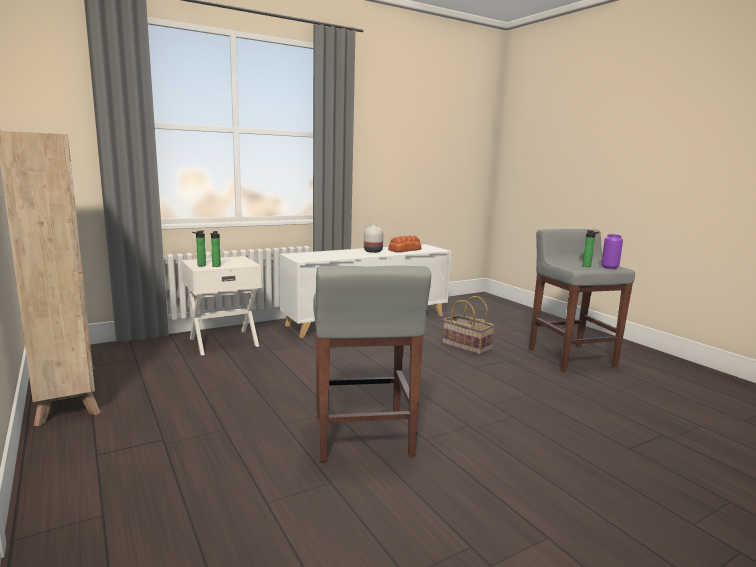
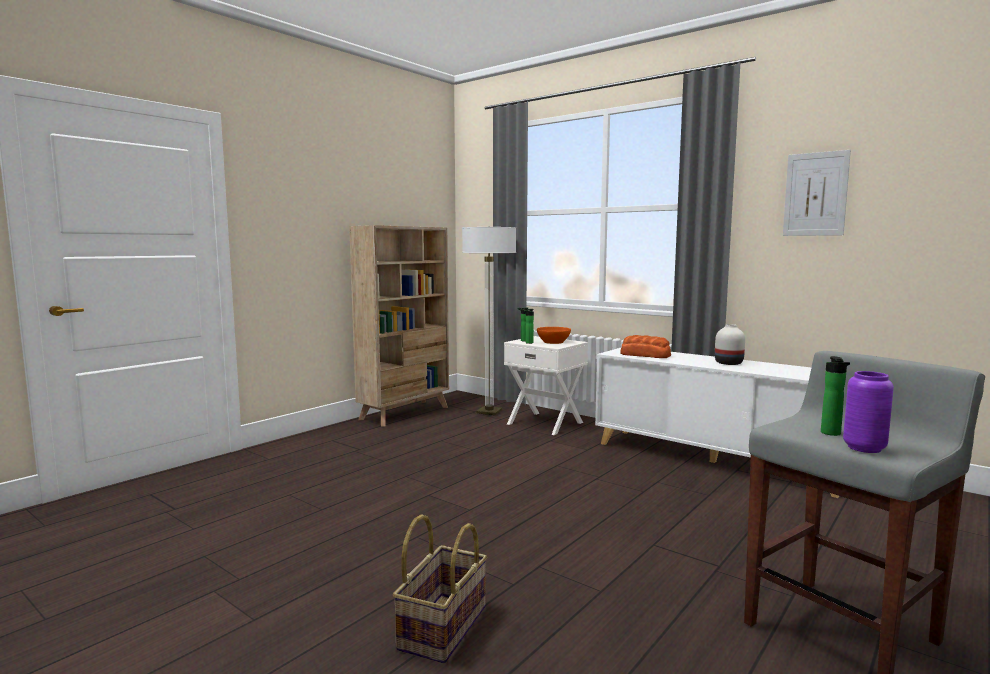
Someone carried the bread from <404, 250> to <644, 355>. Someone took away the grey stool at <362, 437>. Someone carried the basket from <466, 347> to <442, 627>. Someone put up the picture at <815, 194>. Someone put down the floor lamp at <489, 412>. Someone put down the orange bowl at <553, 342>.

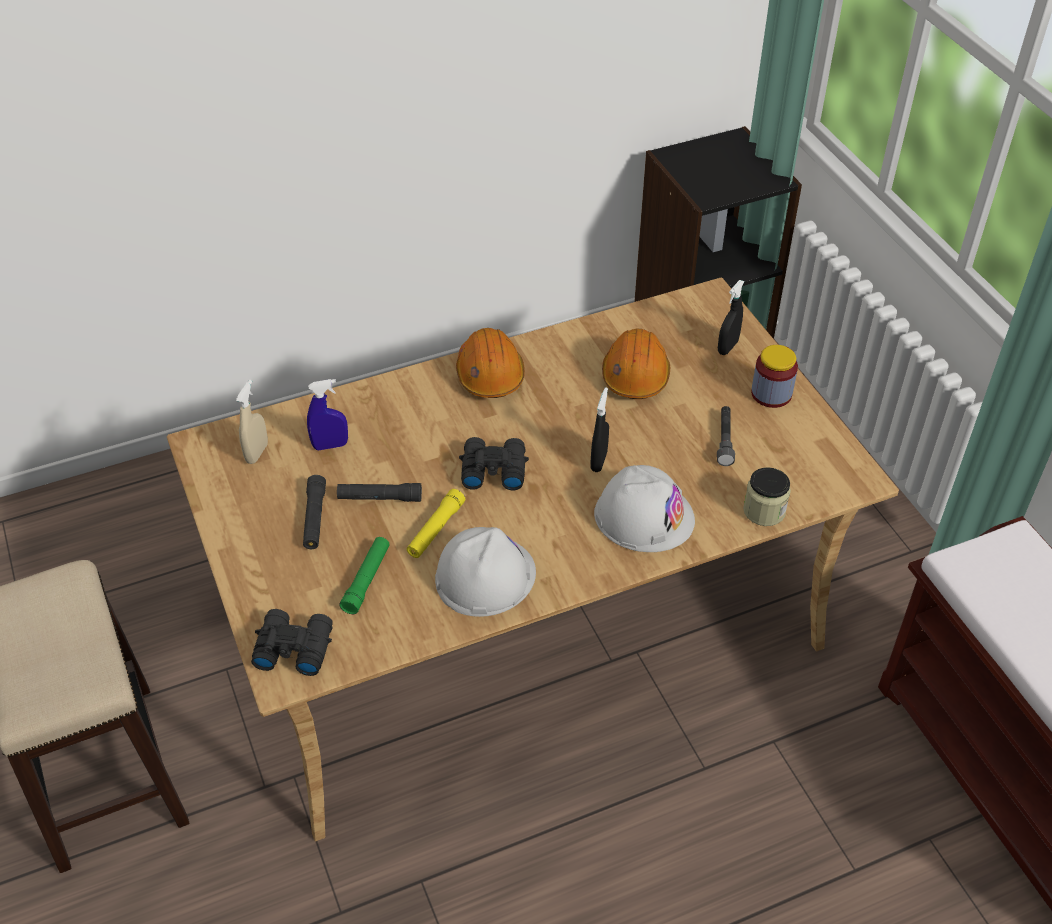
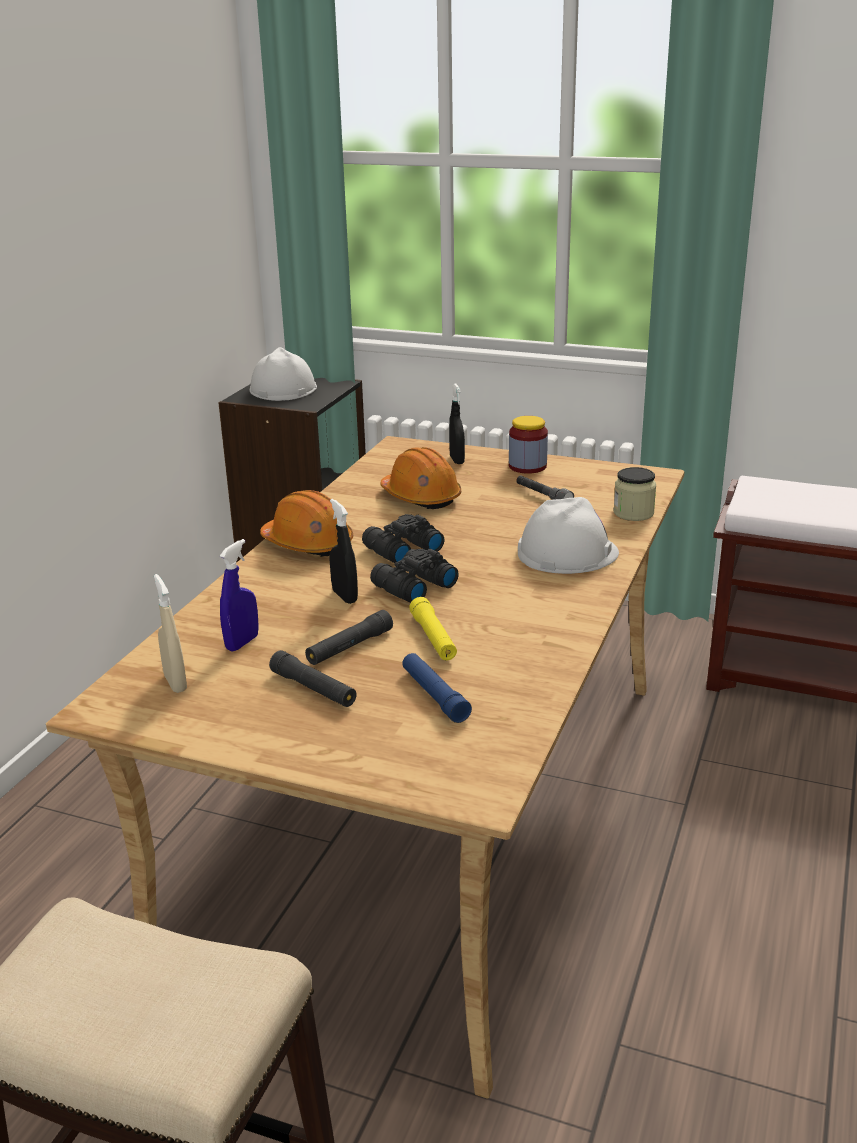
Someone carried the black spray bottle from <598, 461> to <344, 596>. Someone carried the white hard hat from <485, 576> to <283, 389>. Someone repainted the green flashlight at <366, 580>, which became the blue flashlight at <434, 695>. Someone carried the black binoculars from <293, 647> to <401, 549>.

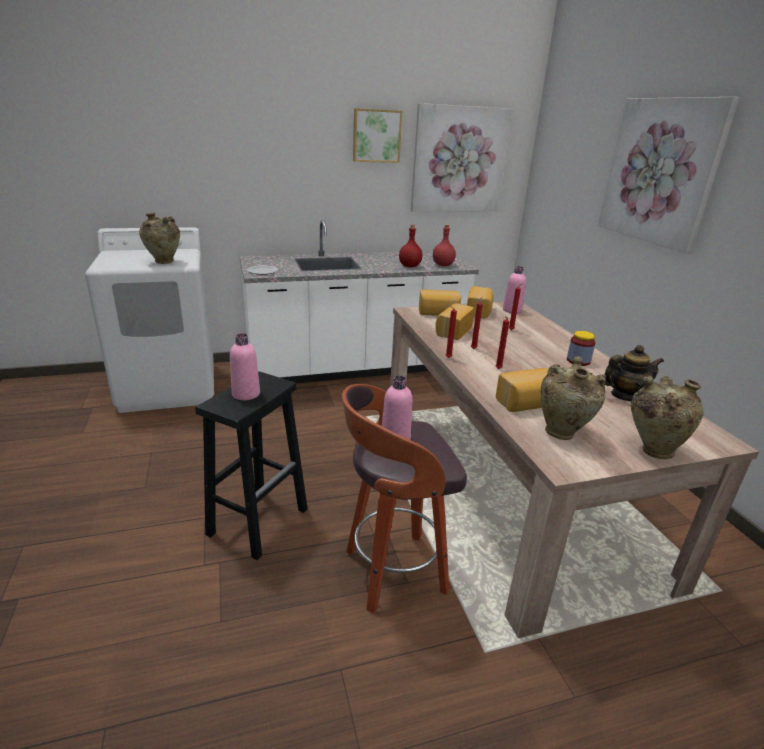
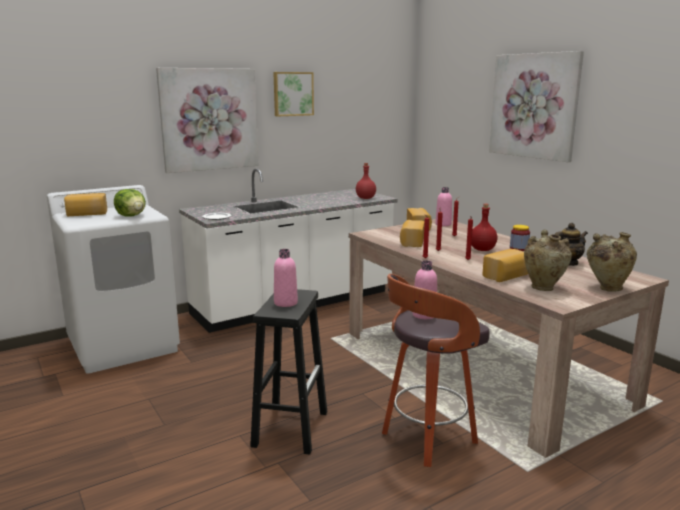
Someone carried the picture from <459, 160> to <209, 119>. Someone swapped the beige vase at <164, 262> for the lettuce at <132, 216>. Someone carried the red bottle from <410, 266> to <482, 249>. Someone carried the bread from <438, 313> to <87, 214>.

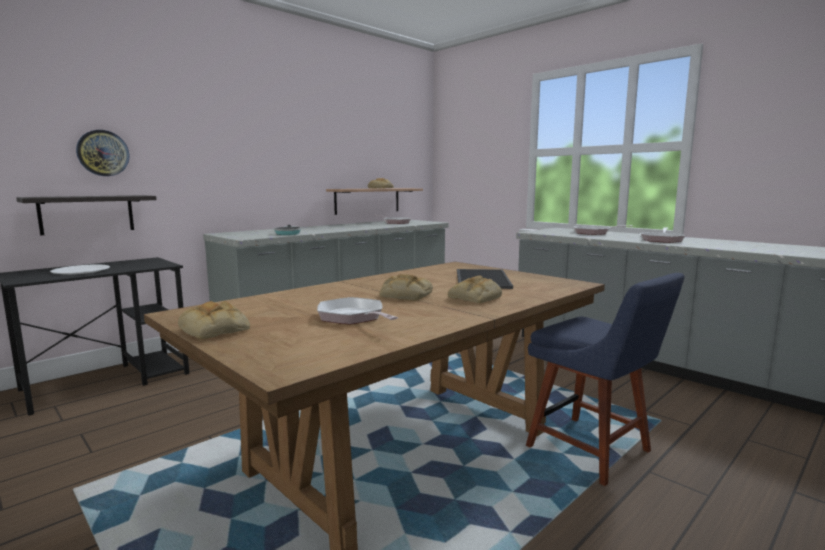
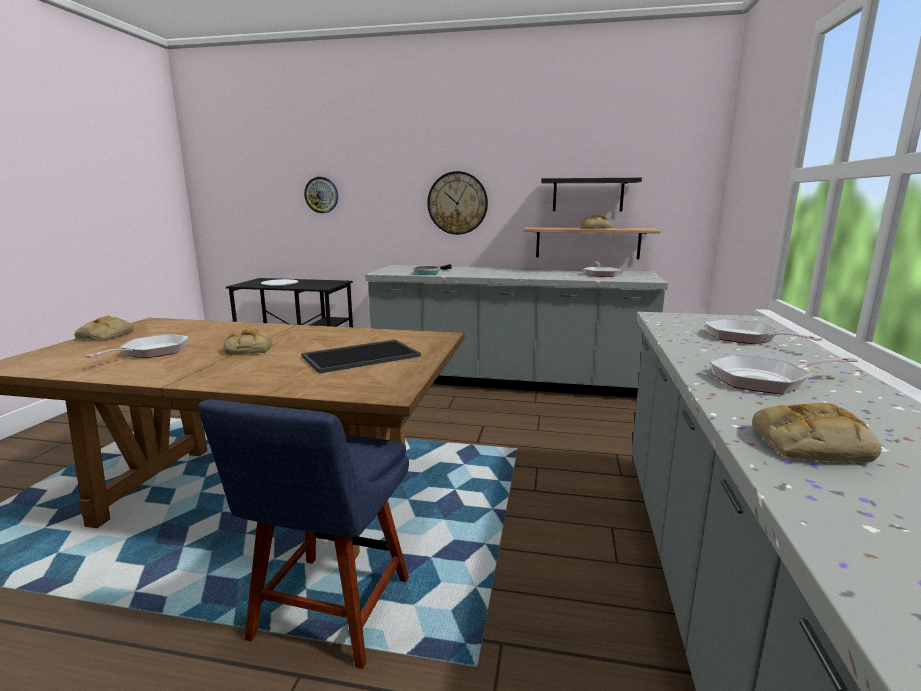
Someone carried the shelf from <87, 214> to <588, 195>. Someone carried the bread from <475, 298> to <809, 444>. Someone put up the wall clock at <457, 203>.

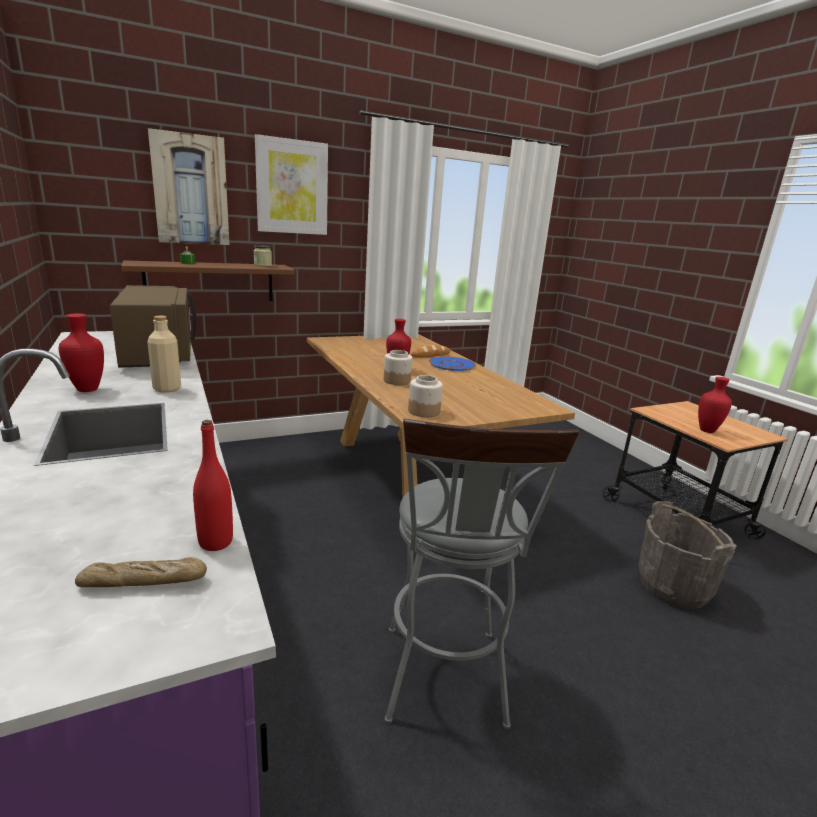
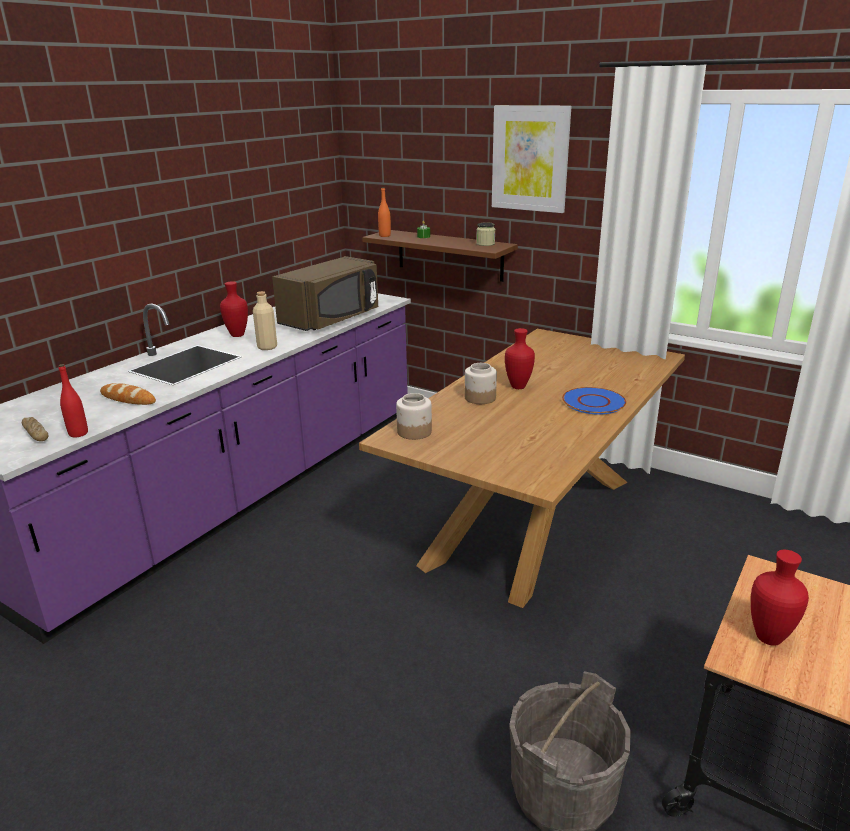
Someone took away the picture at <190, 190>. Someone carried the bread from <431, 355> to <128, 398>. Someone took away the grey stool at <445, 685>. Someone put down the orange bottle at <384, 236>.

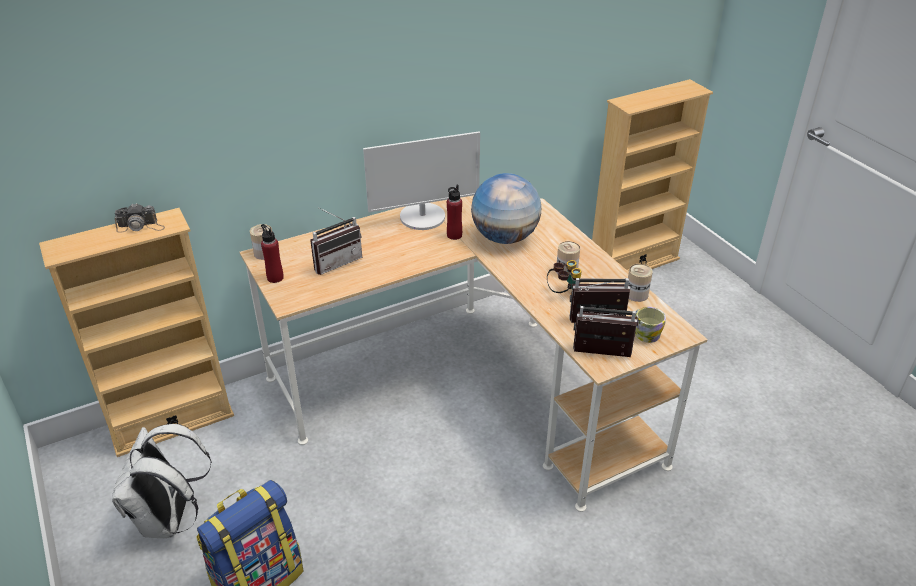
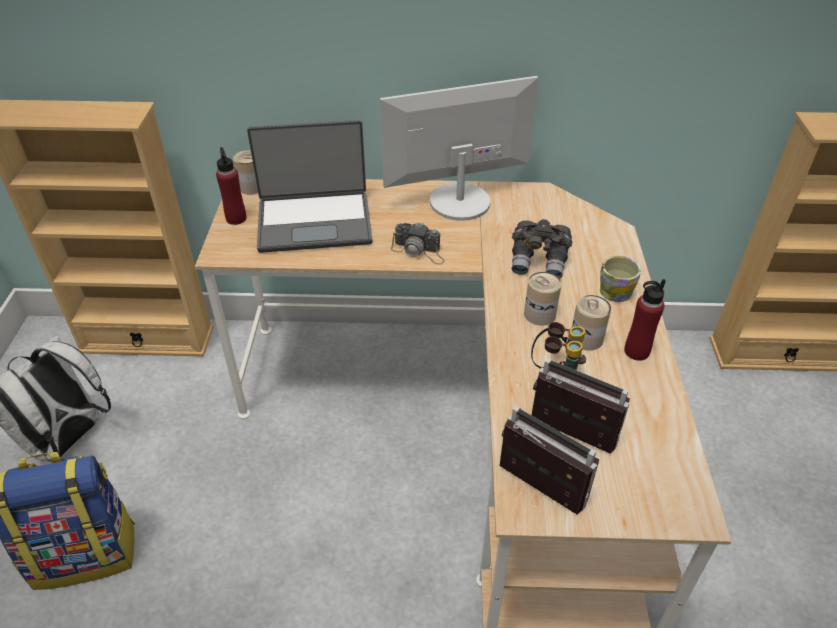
Someone rotated the monitor at <423, 217> by 150 degrees clockwise. Someone swapped the globe at <505, 237> for the grey binoculars at <539, 261>. Someone carried the red bottle from <454, 235> to <636, 351>. Someone carried the photo camera from <141, 226> to <419, 251>. Someone swapped the radio at <336, 261> for the laptop at <314, 222>. Someone carried the can from <636, 294> to <539, 314>. Someone carried the mug from <645, 333> to <614, 289>.

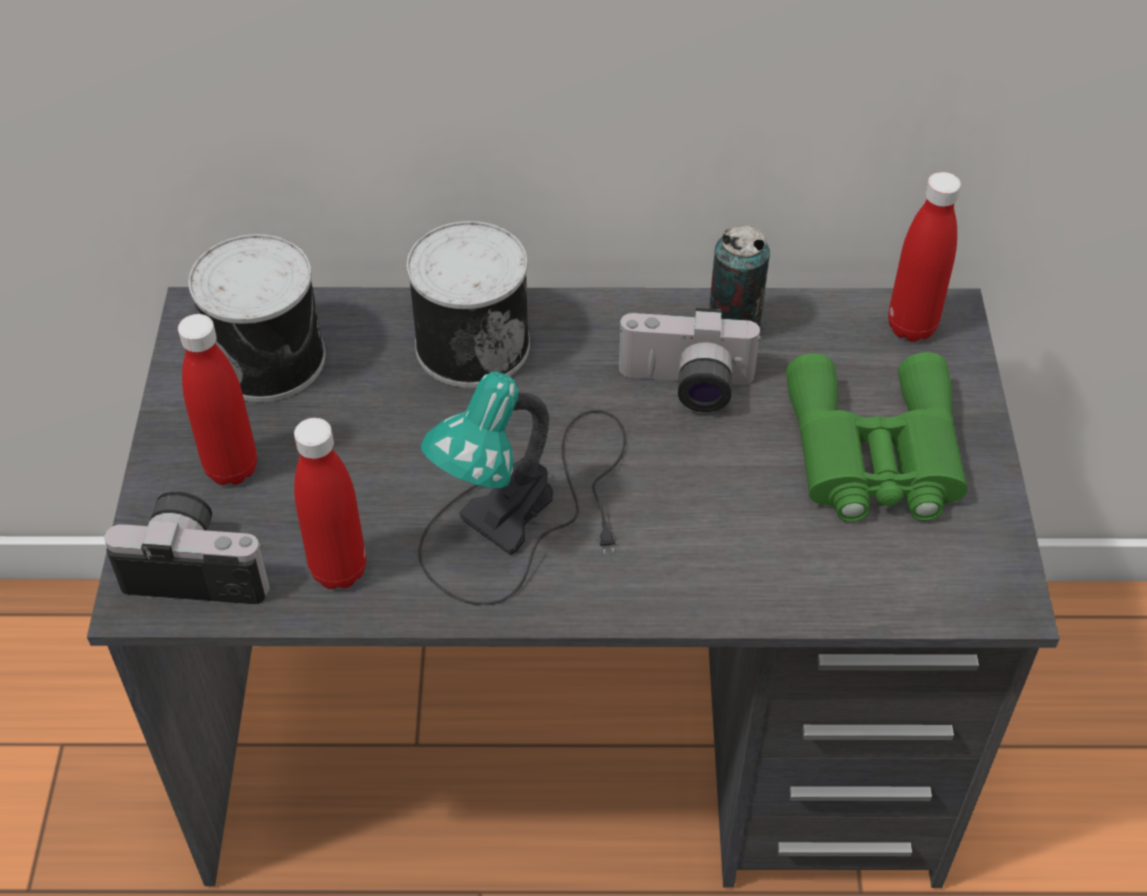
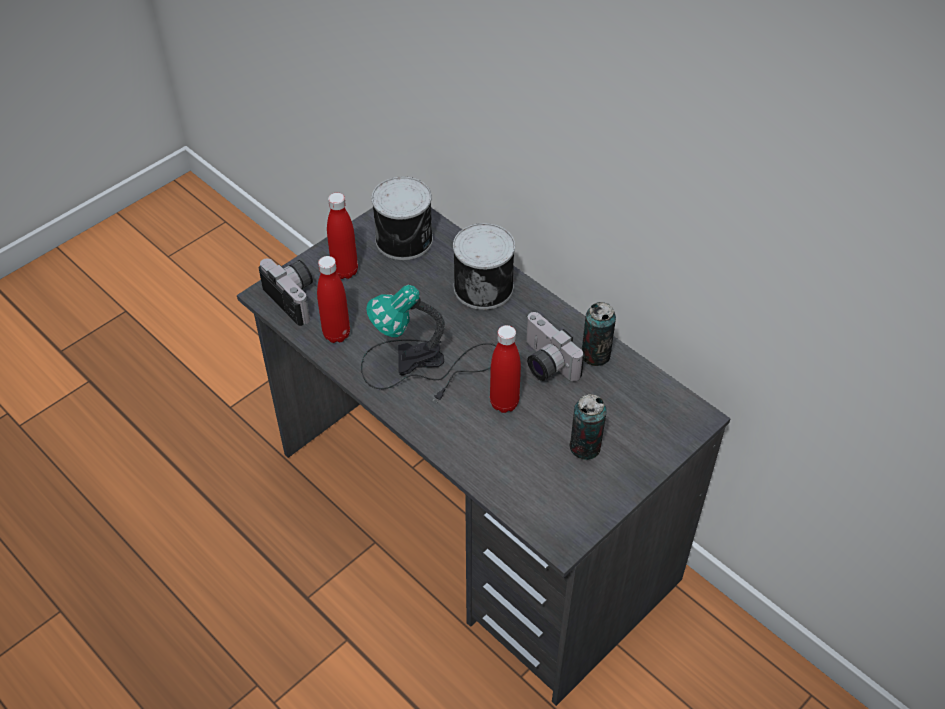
Someone carried the red bottle from <911, 327> to <504, 403>. Someone swapped the green binoculars at <874, 455> for the can at <585, 447>.

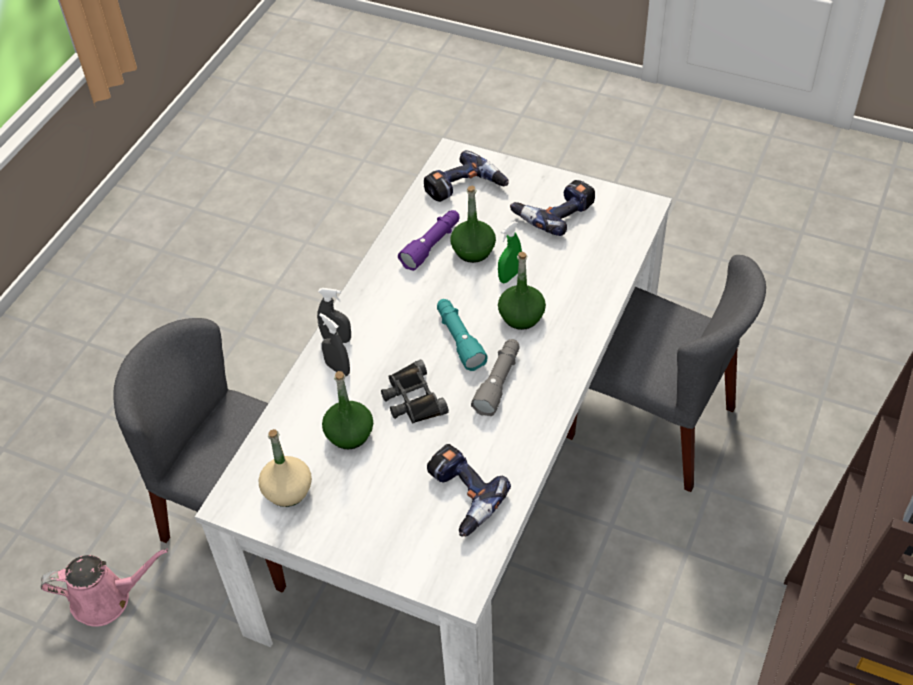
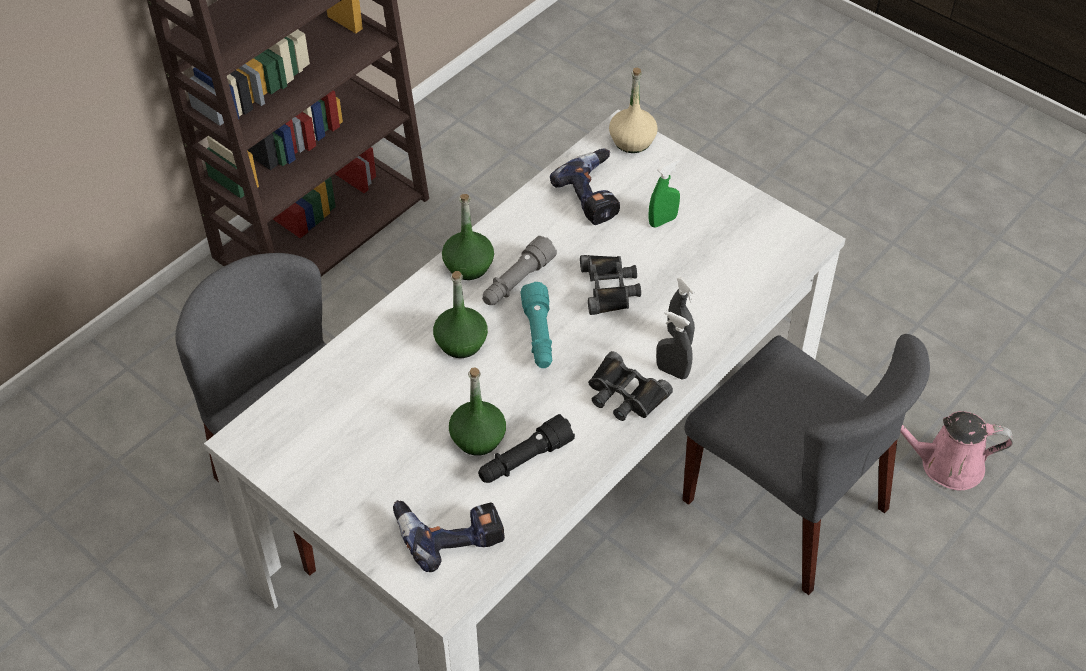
Someone took away the power drill at <554, 212>. Someone repainted the purple flashlight at <432, 245>, which became the black flashlight at <524, 460>. Someone carried the green spray bottle from <509, 276> to <662, 221>. Someone carried the green bottle from <349, 434> to <468, 266>. Someone carried the beige bottle from <287, 490> to <632, 141>. Someone put down the black binoculars at <624, 394>.

